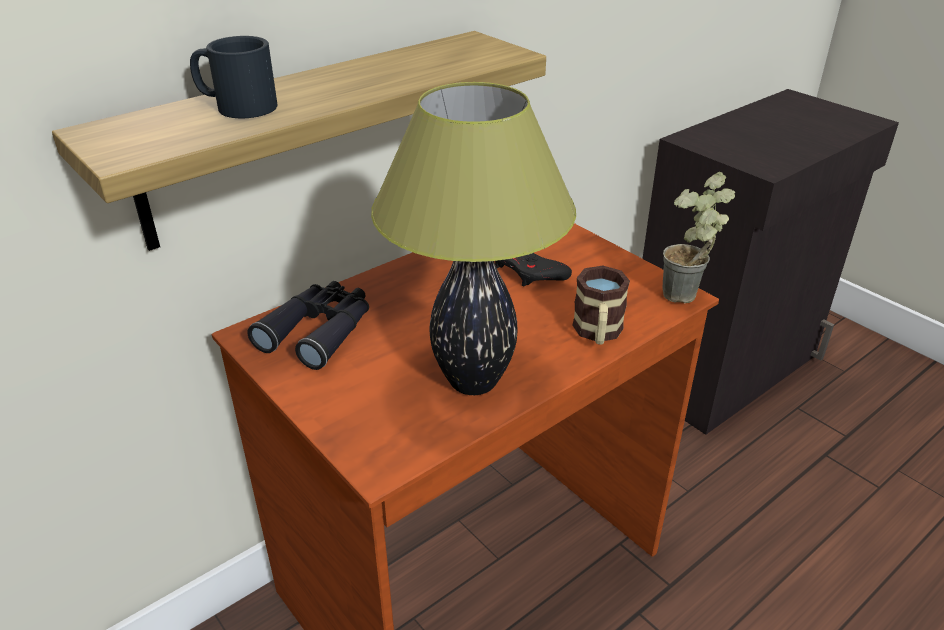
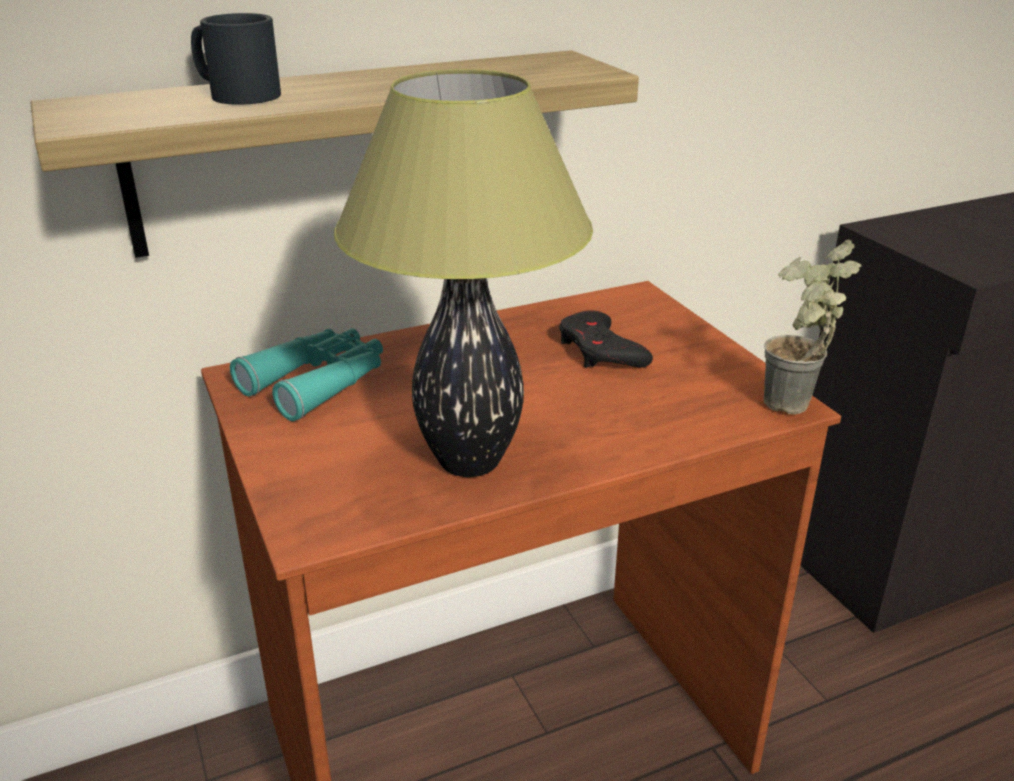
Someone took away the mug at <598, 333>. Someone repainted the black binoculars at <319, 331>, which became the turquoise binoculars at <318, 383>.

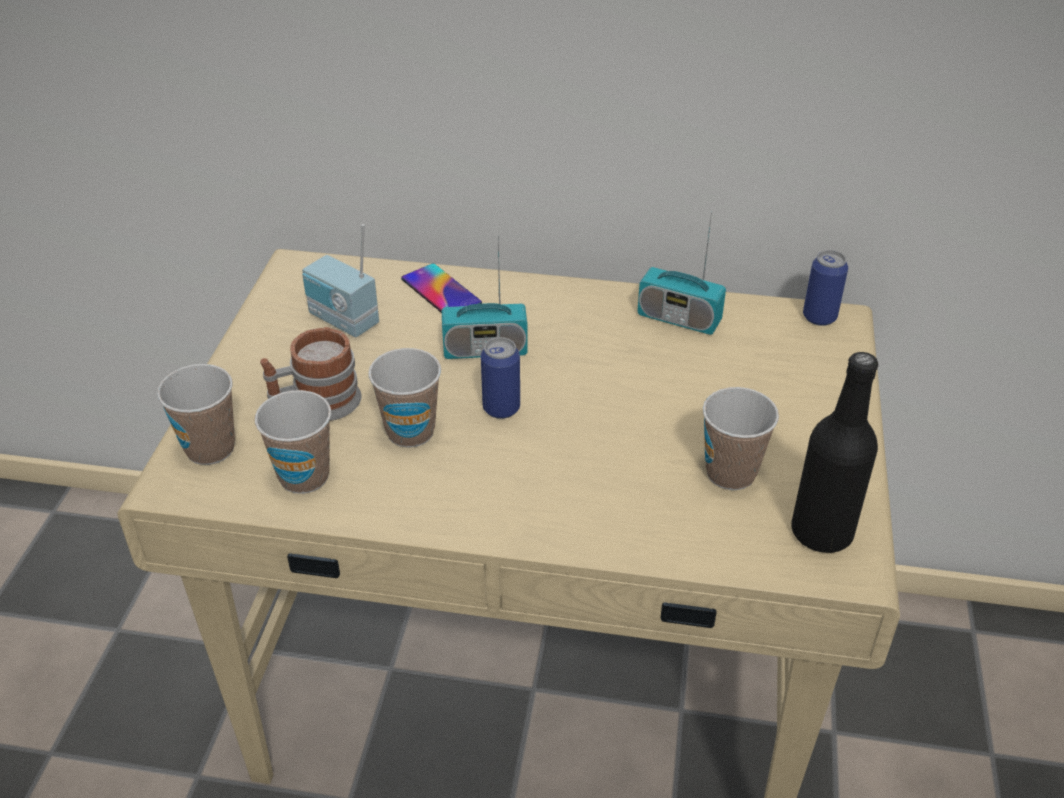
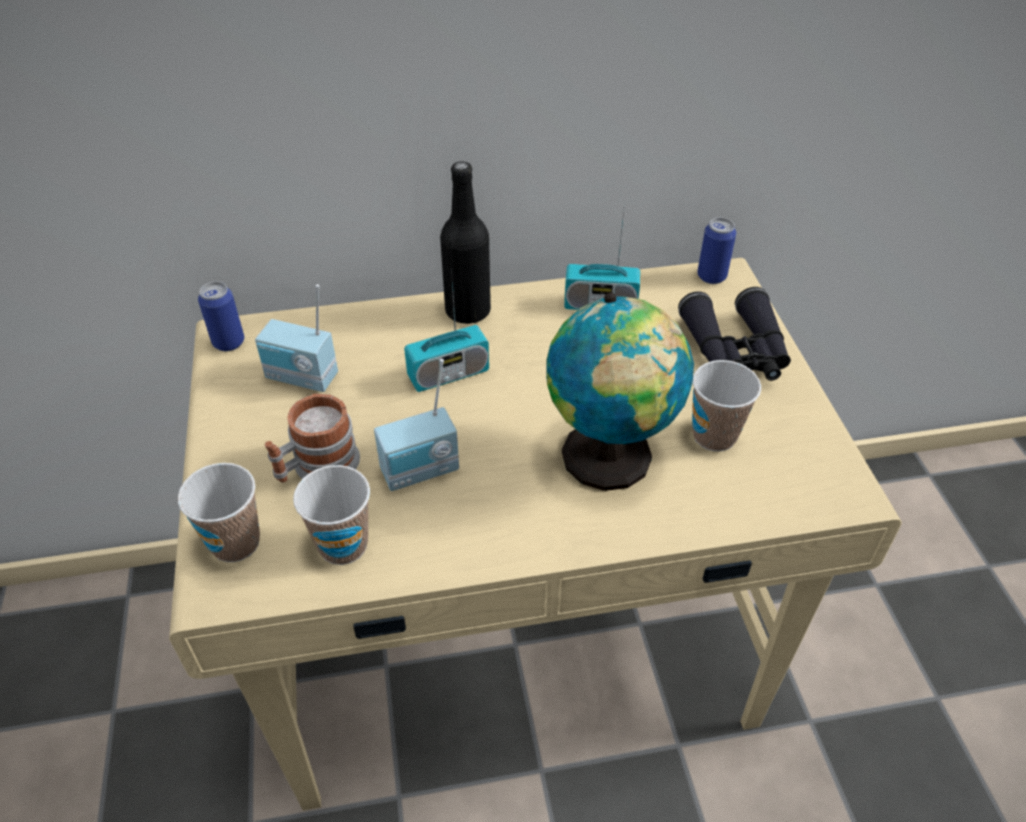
Someone took away the phone at <441, 291>. Someone carried the can from <501, 408> to <228, 342>. Someone swapped the cup at <410, 432> for the radio at <421, 472>. Someone carried the black bottle from <821, 532> to <468, 311>. Someone put down the black binoculars at <736, 351>. Someone put down the globe at <610, 460>.

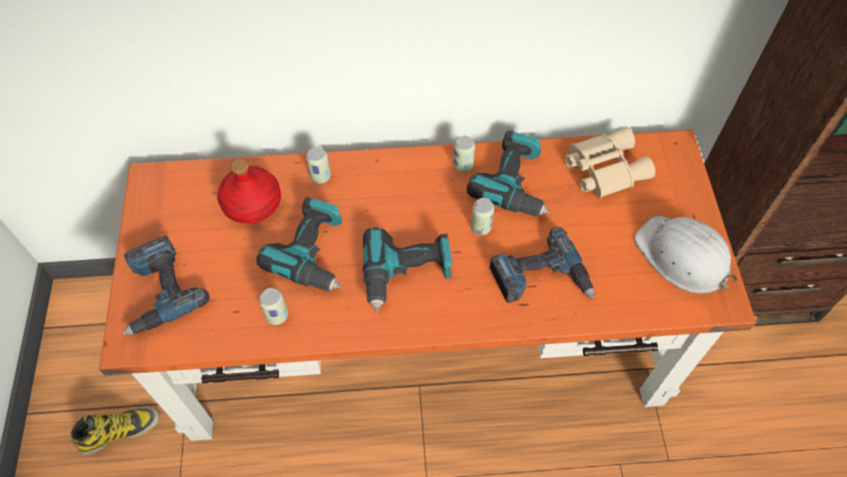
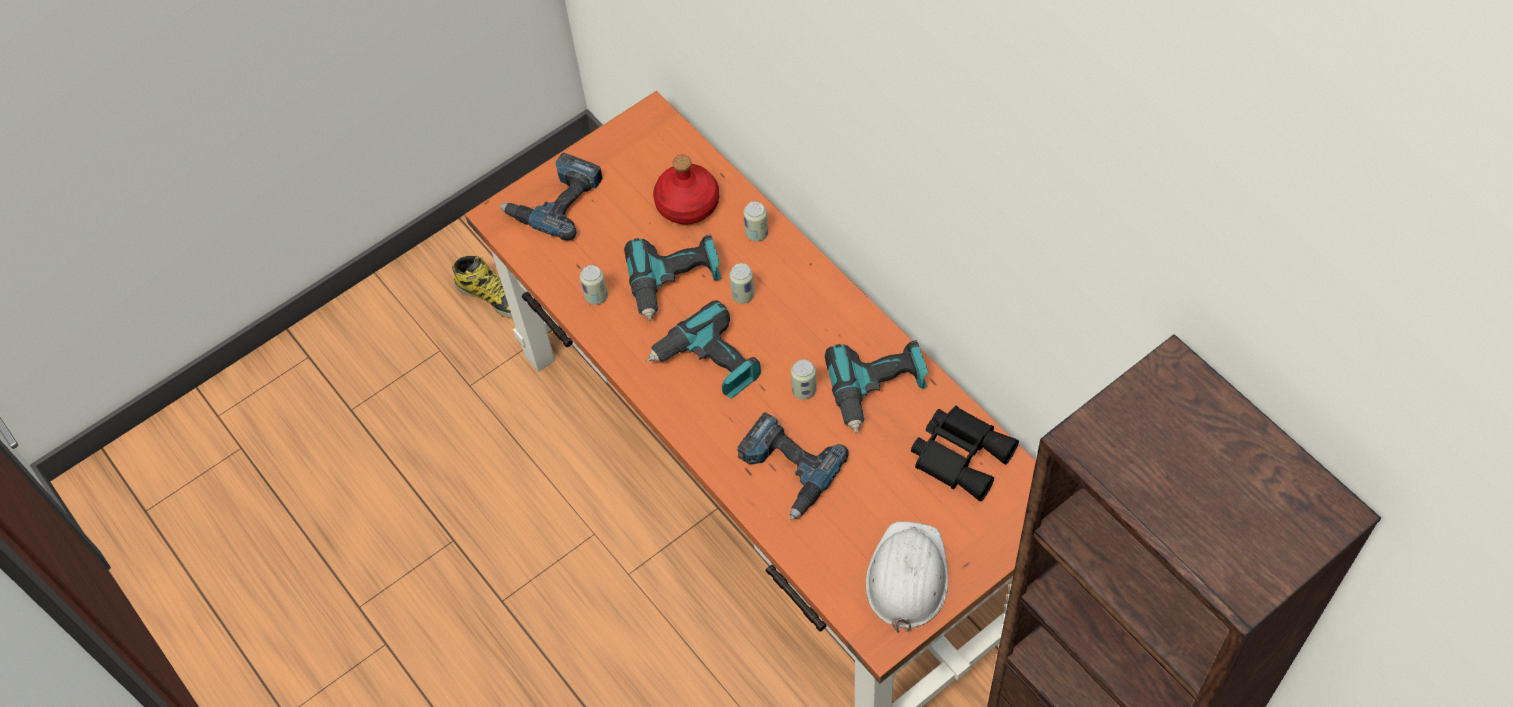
Someone repainted the beige binoculars at <603, 168>, which became the black binoculars at <961, 454>. Someone carried the can from <463, 166> to <743, 295>.

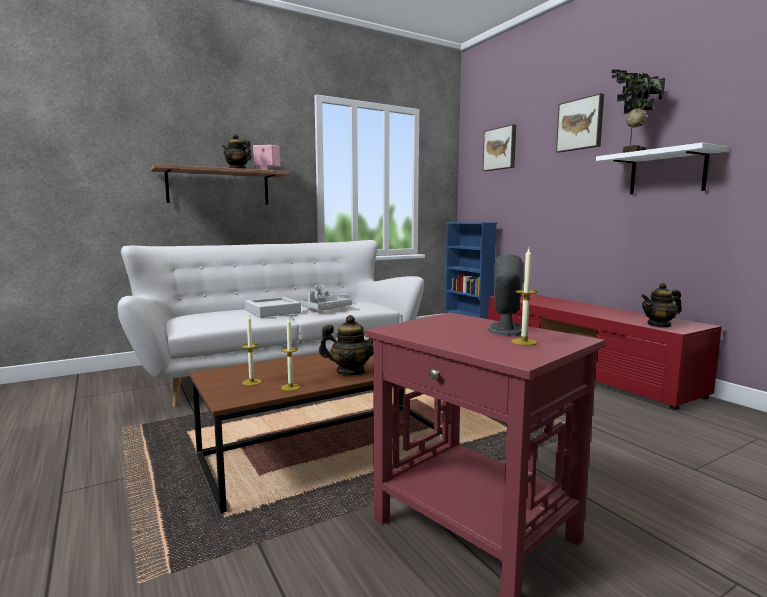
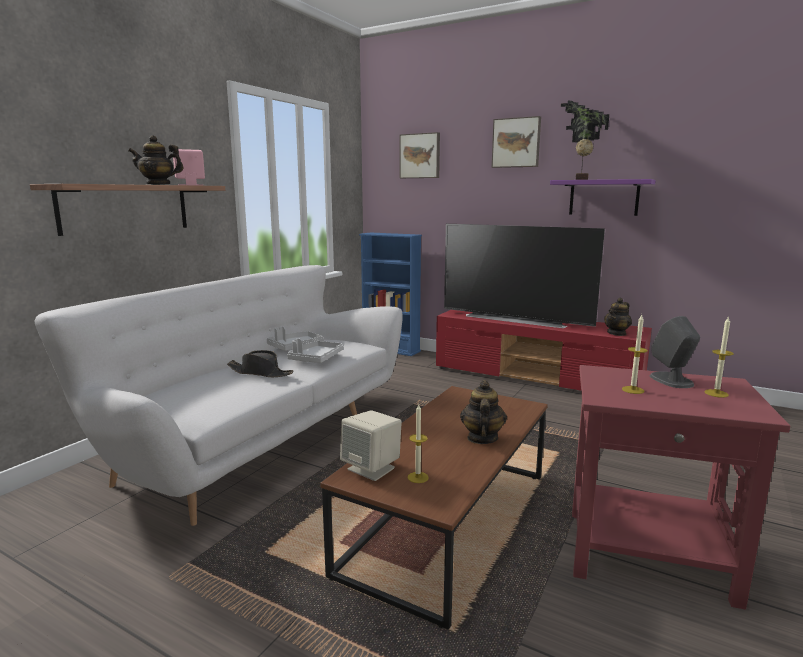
Someone repainted the white shelf at <667, 173>, which became the purple shelf at <603, 197>. Someone swapped the grey tray at <272, 311> for the black hat at <260, 373>. Someone rotated the teapot at <350, 372> by 60 degrees counterclockwise. Someone carried the candle from <290, 387> to <633, 390>. Someone put down the television at <516, 319>. Someone put down the beige speaker at <372, 468>.

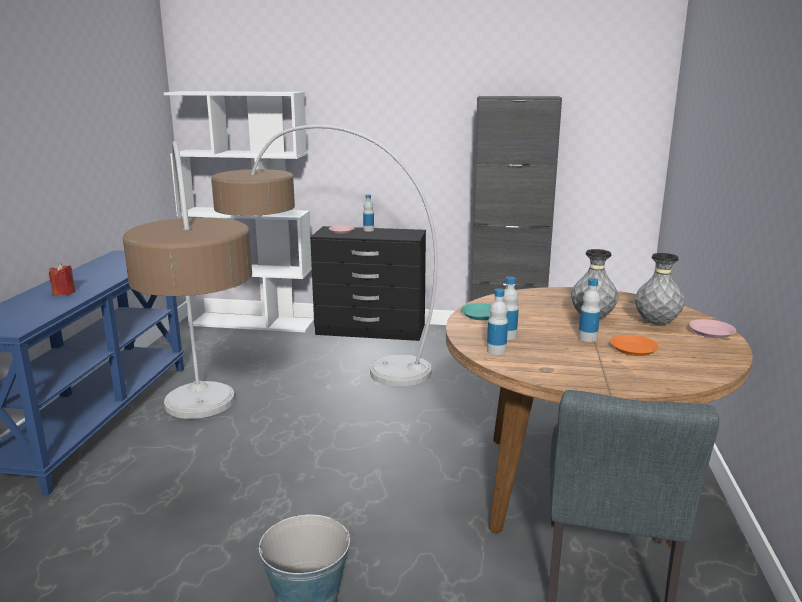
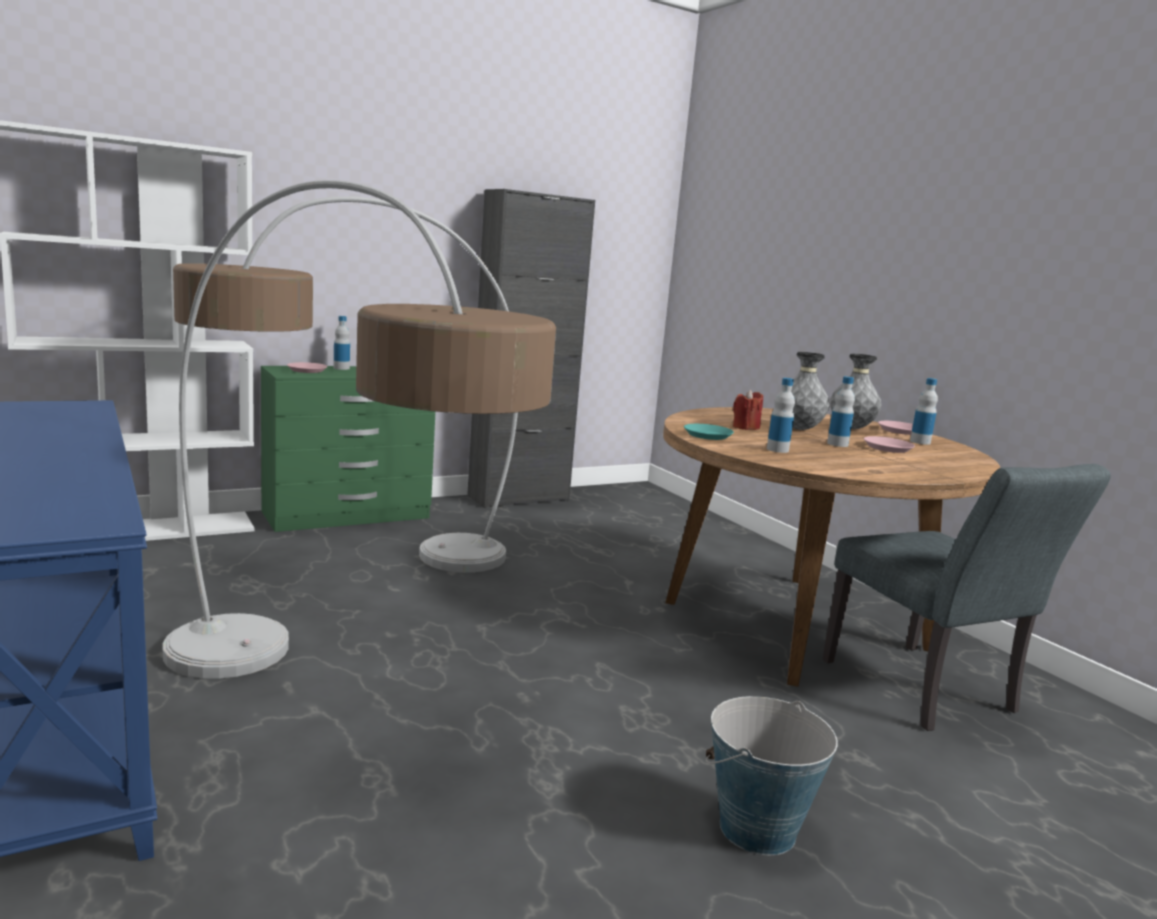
Someone repainted the black dresser at <371, 330>, which became the green dresser at <348, 515>. Someone carried the red candle from <64, 292> to <745, 428>. Someone carried the bottle from <496, 351> to <920, 442>. Someone repainted the orange plate at <634, 349>, which became the pink plate at <888, 448>.

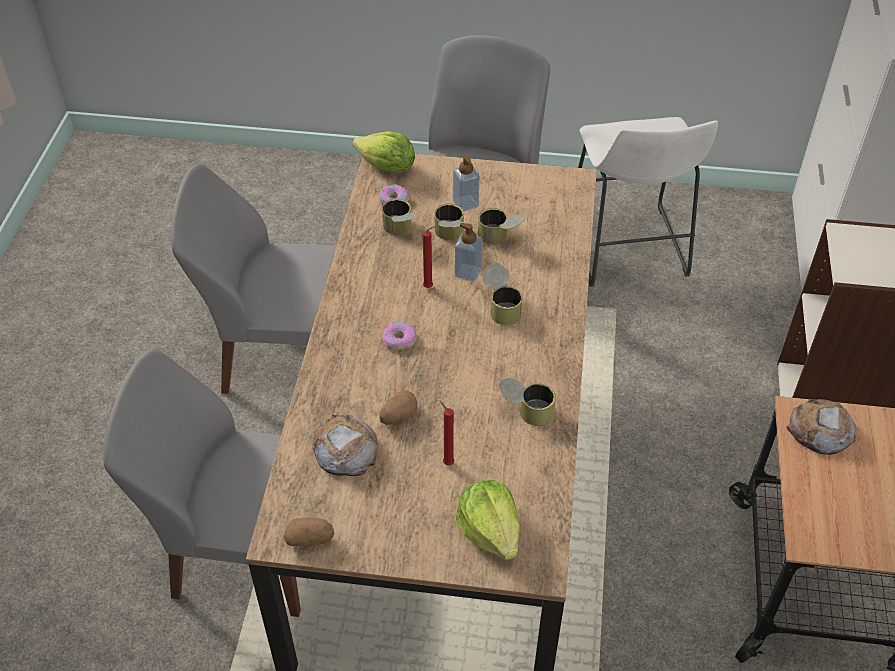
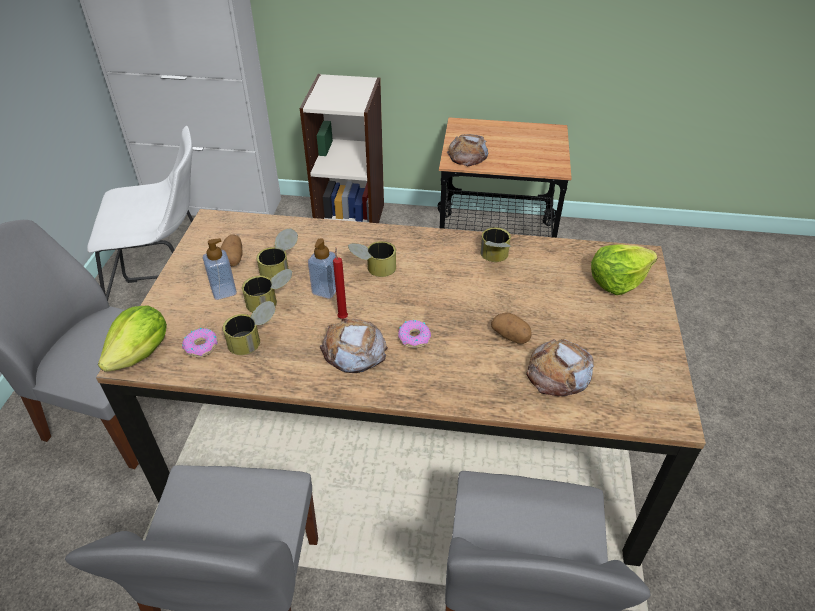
Someone took away the red candle at <447, 462>. Someone carried the potato from <310, 539> to <233, 258>. Someone put down the bread at <353, 351>.

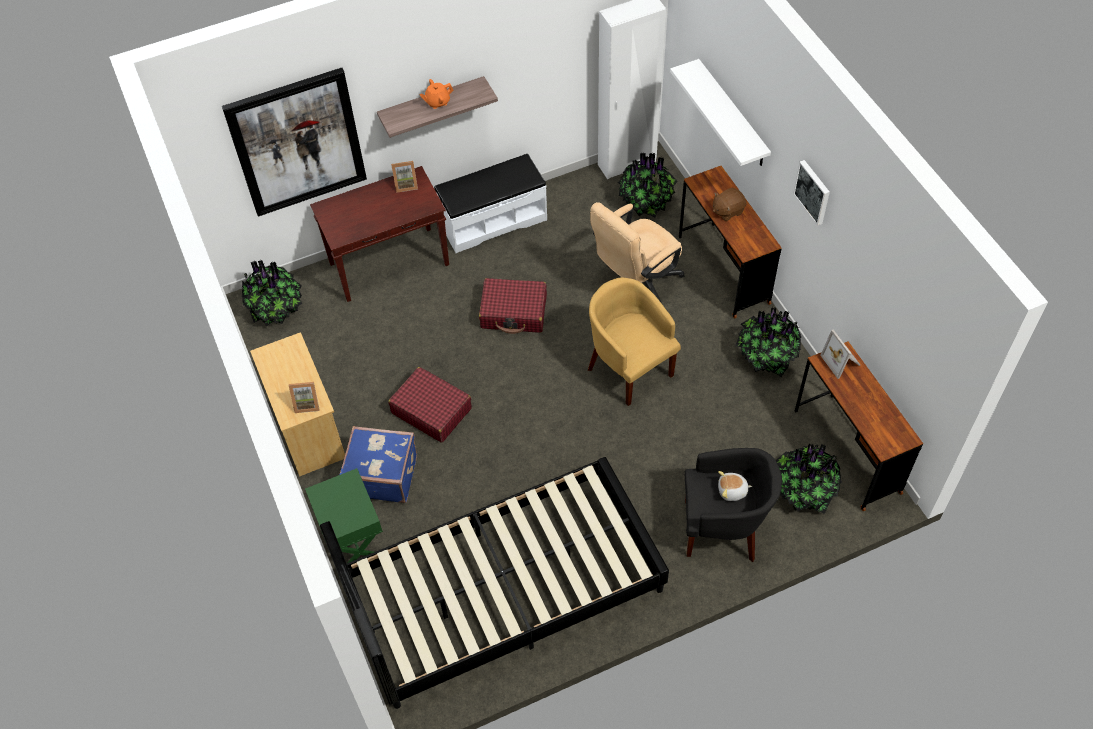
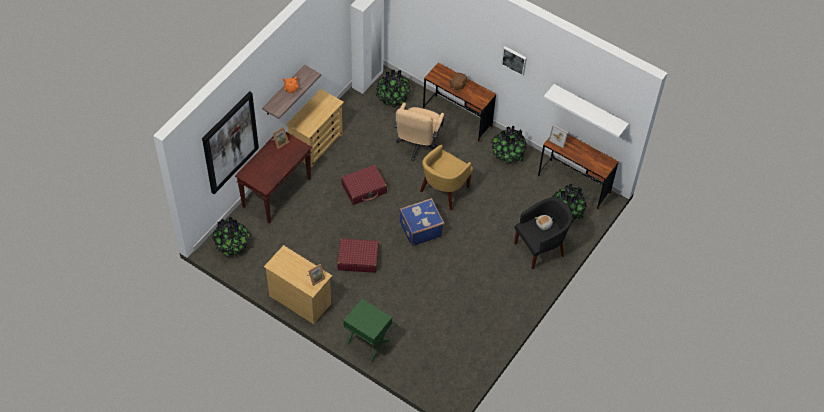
Someone carried the white shelf from <732, 114> to <589, 109>. Someone swapped the white bench at <493, 221> for the beige dresser at <316, 144>. Someone rotated the yellow armchair at <629, 368> by 75 degrees counterclockwise. Someone carried the blue suitcase from <382, 475> to <420, 229>. Someone took away the black bed at <504, 591>.

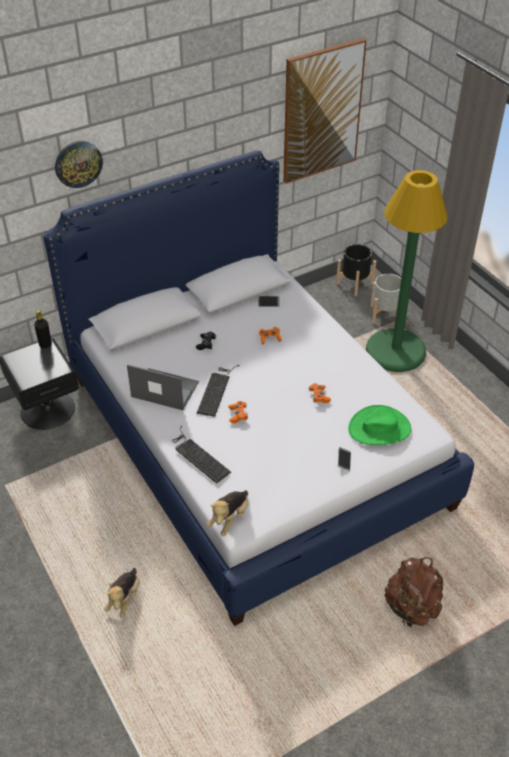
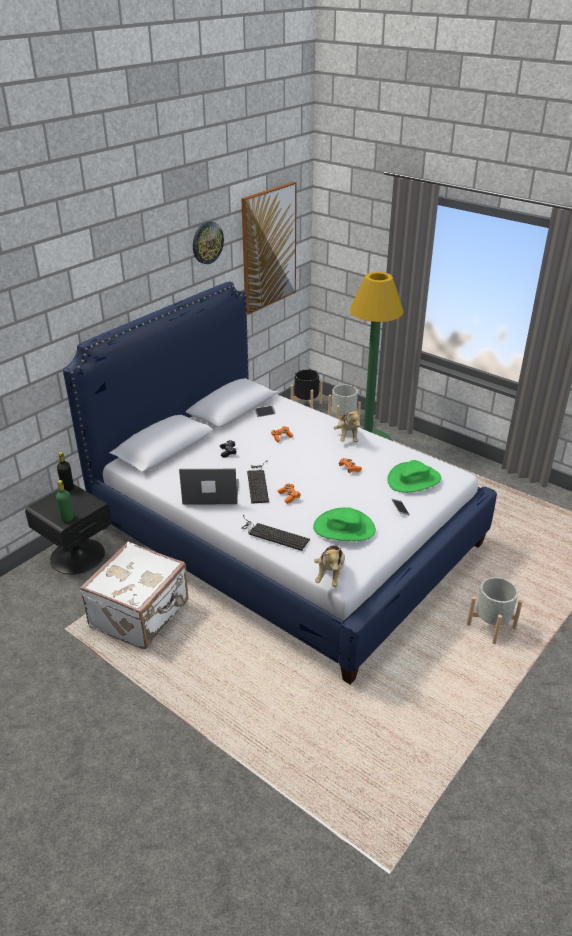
Someone carried the wall clock from <78, 164> to <207, 242>. Someone swapped the brown backpack at <411, 607> for the grey planter at <491, 626>. Someone carried the plush toy from <124, 598> to <347, 437>. Someone put down the green bottle at <67, 518>. Someone put down the green hat at <344, 528>. Someone put down the white suitcase at <141, 615>.

